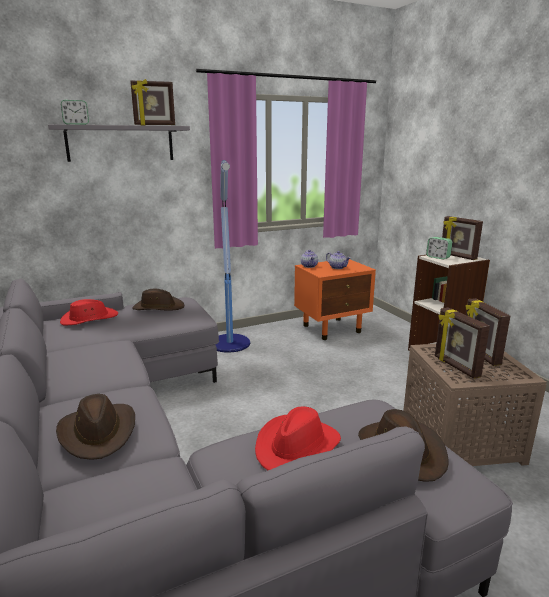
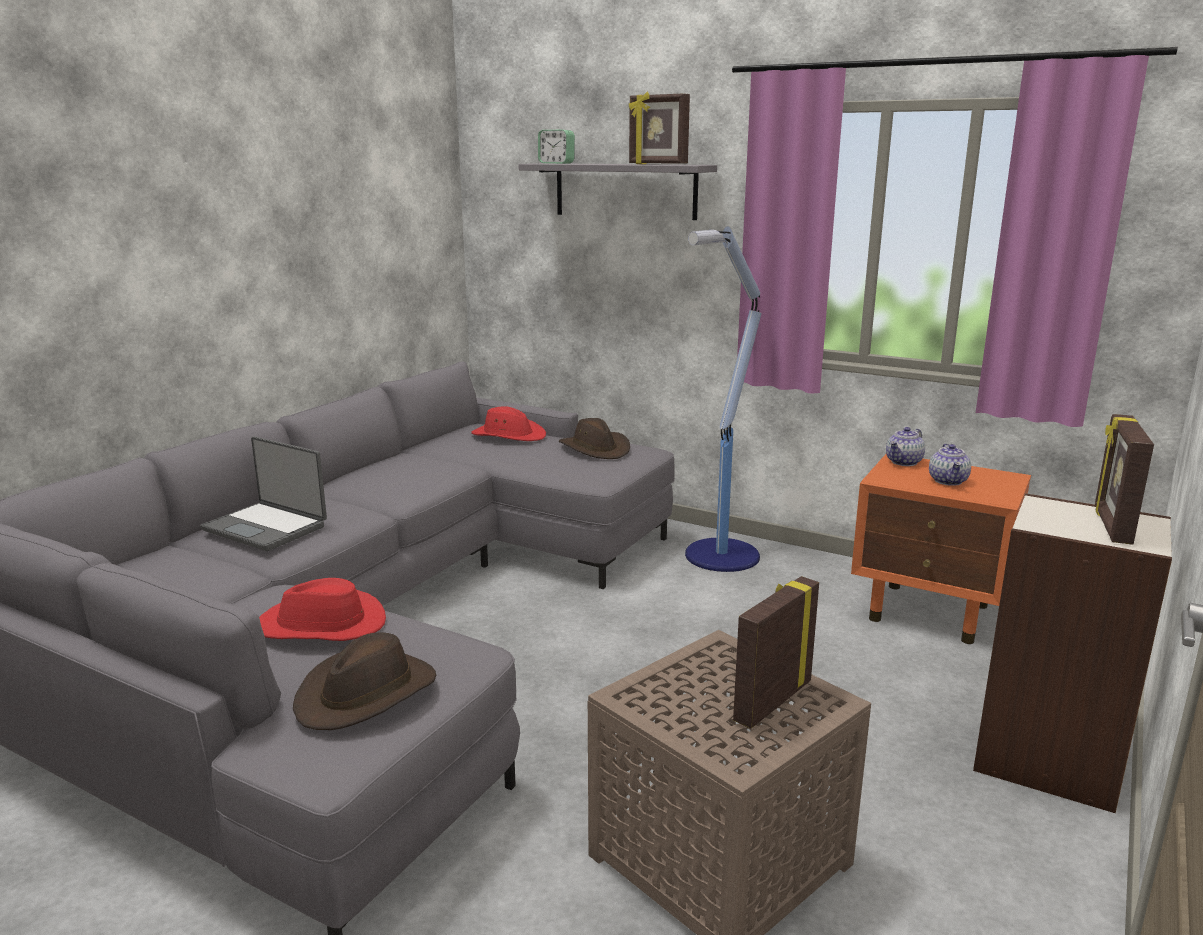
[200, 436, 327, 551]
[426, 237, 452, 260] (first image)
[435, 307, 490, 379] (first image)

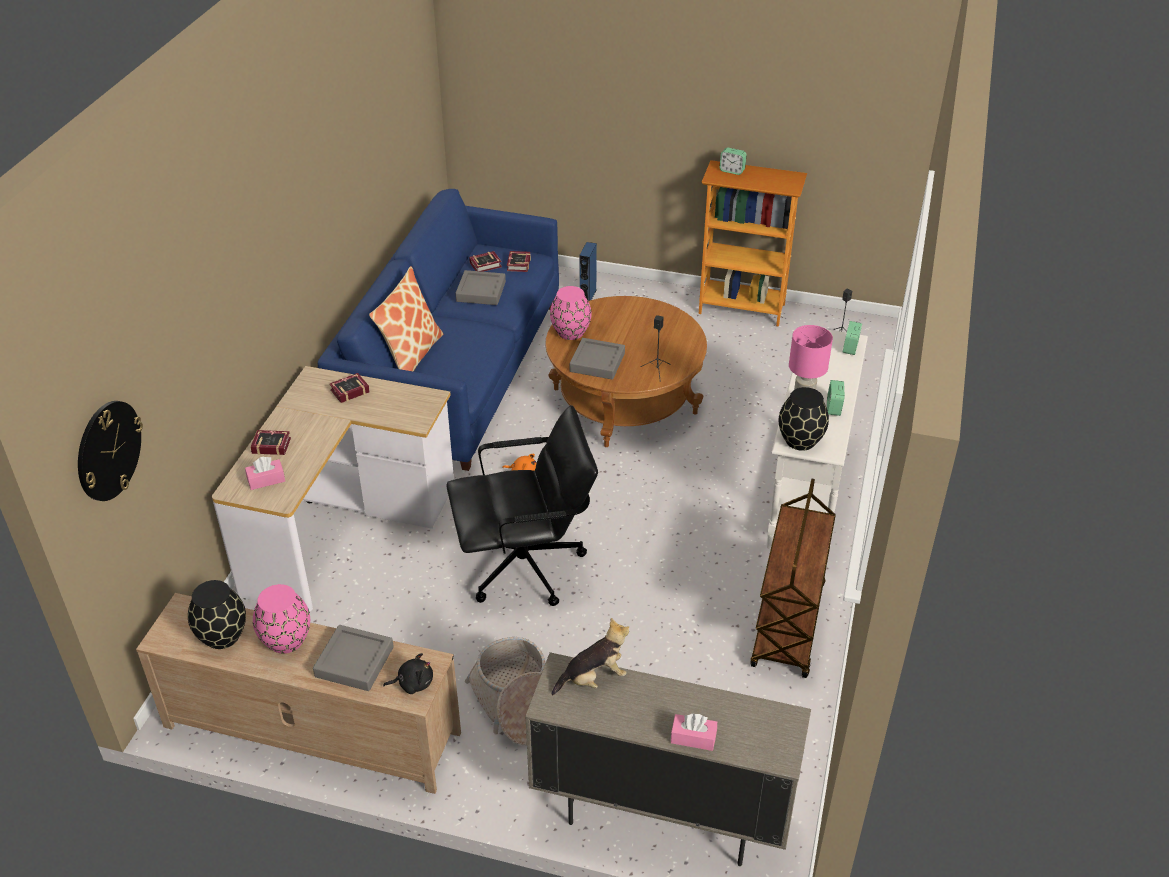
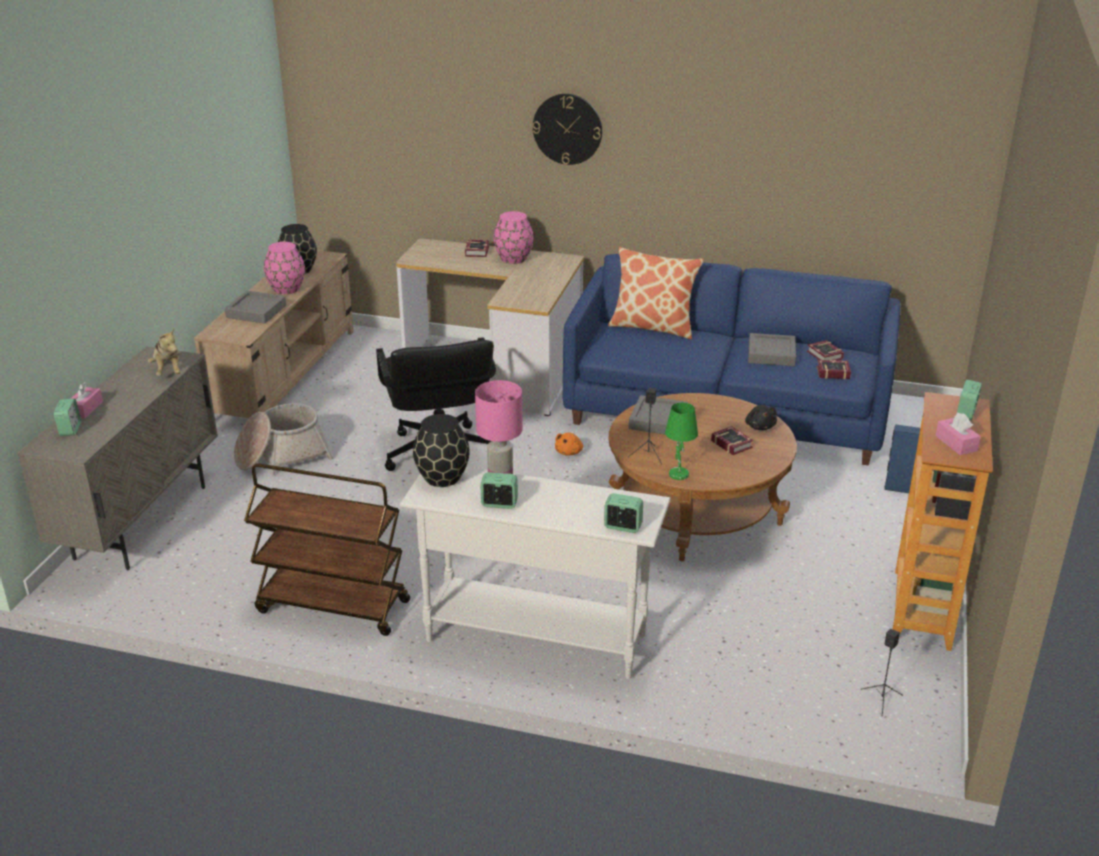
[54, 398, 81, 436]
[494, 211, 534, 264]
[533, 94, 602, 165]
[665, 403, 698, 480]
[711, 426, 753, 455]
[745, 405, 777, 430]
[936, 413, 981, 455]

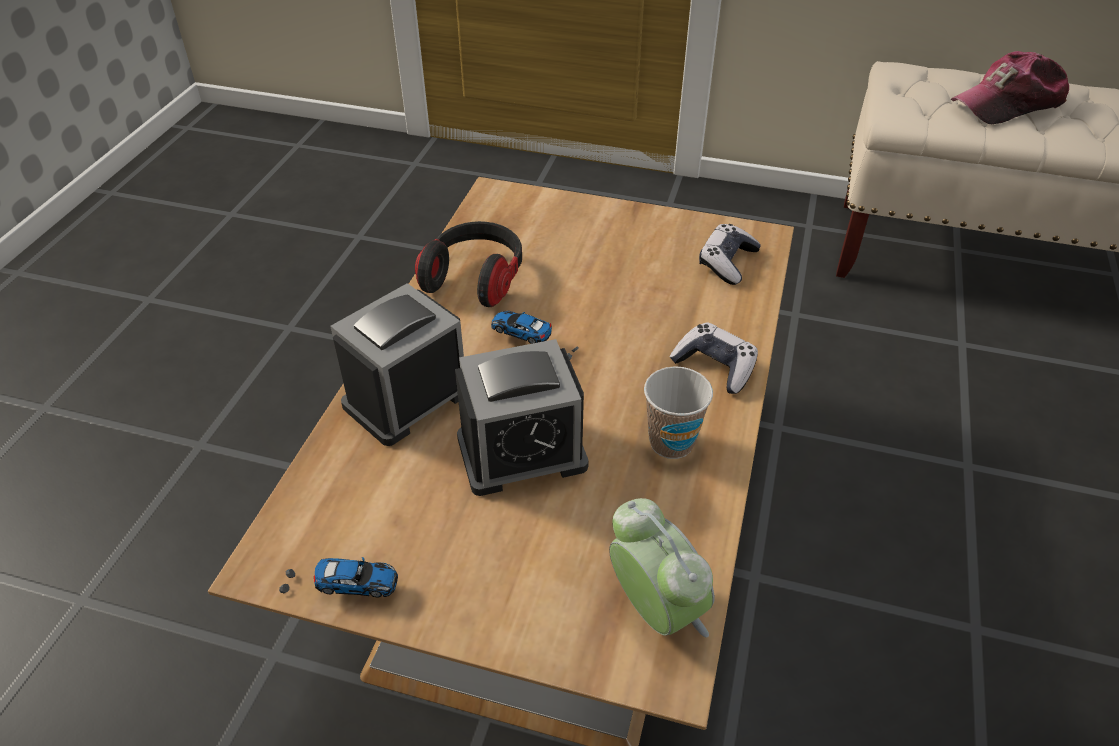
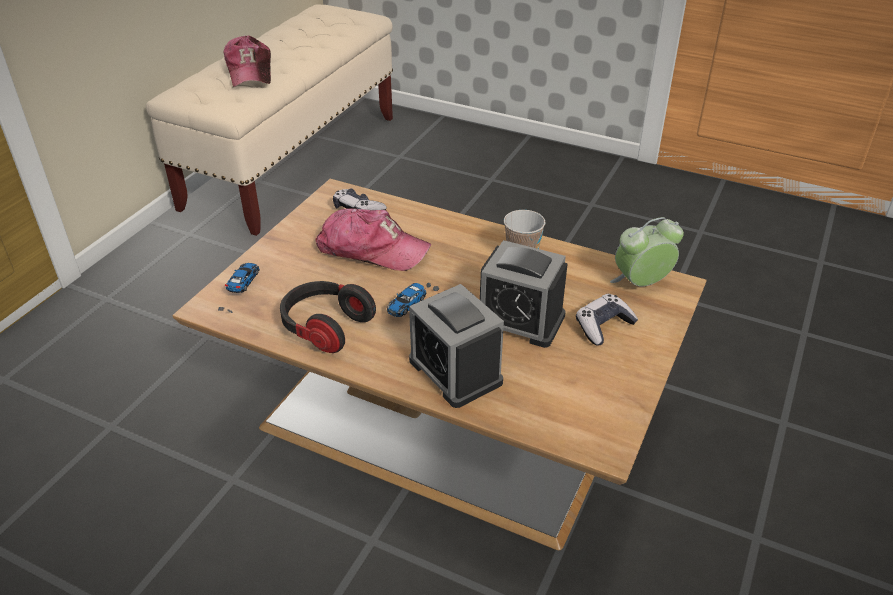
[218, 263, 260, 313]
[315, 208, 431, 271]
[480, 240, 568, 348]
[576, 294, 638, 346]

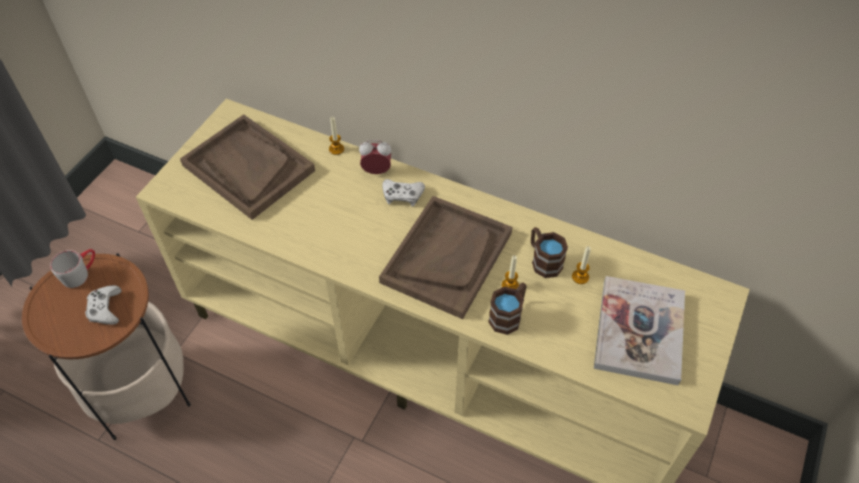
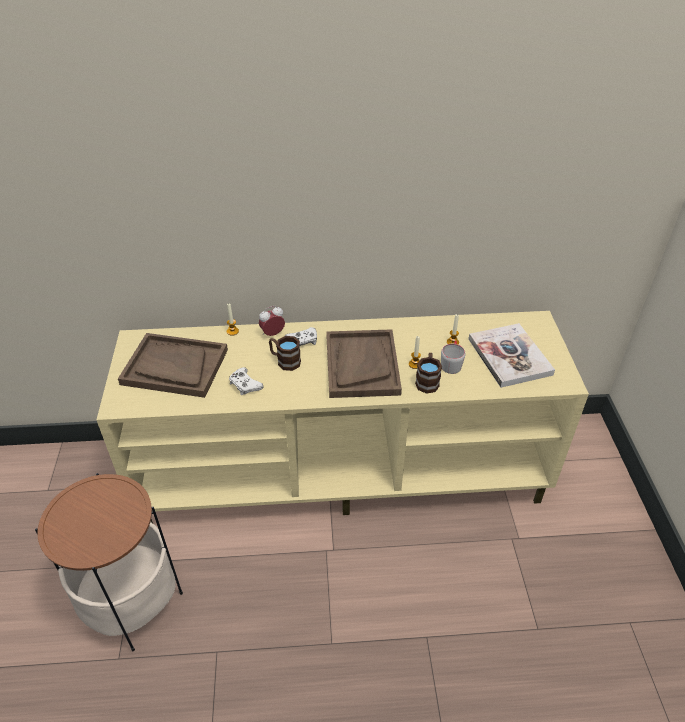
[229, 367, 264, 395]
[269, 336, 301, 371]
[441, 341, 465, 374]

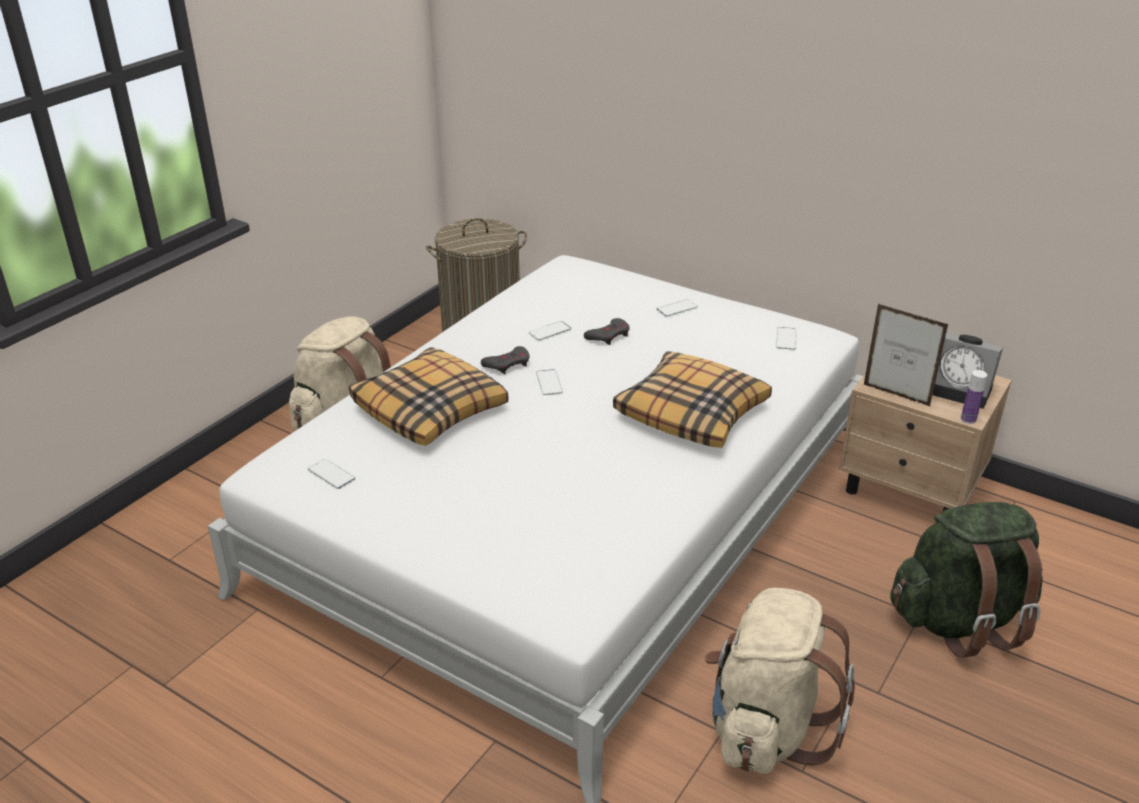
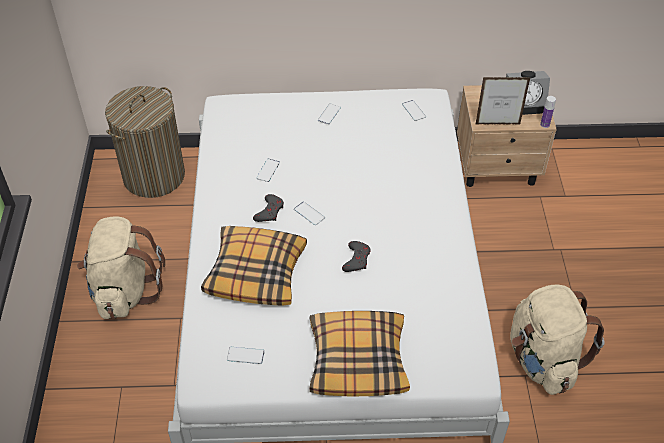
[309, 311, 410, 396]
[342, 241, 370, 272]
[890, 502, 1043, 658] (first image)

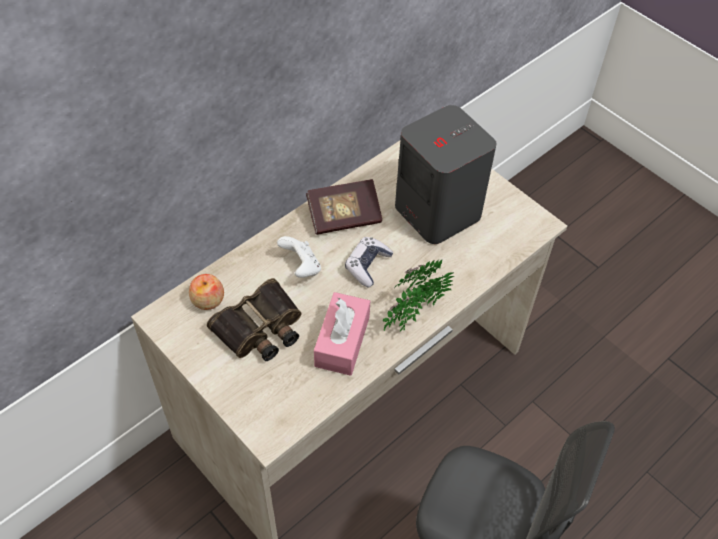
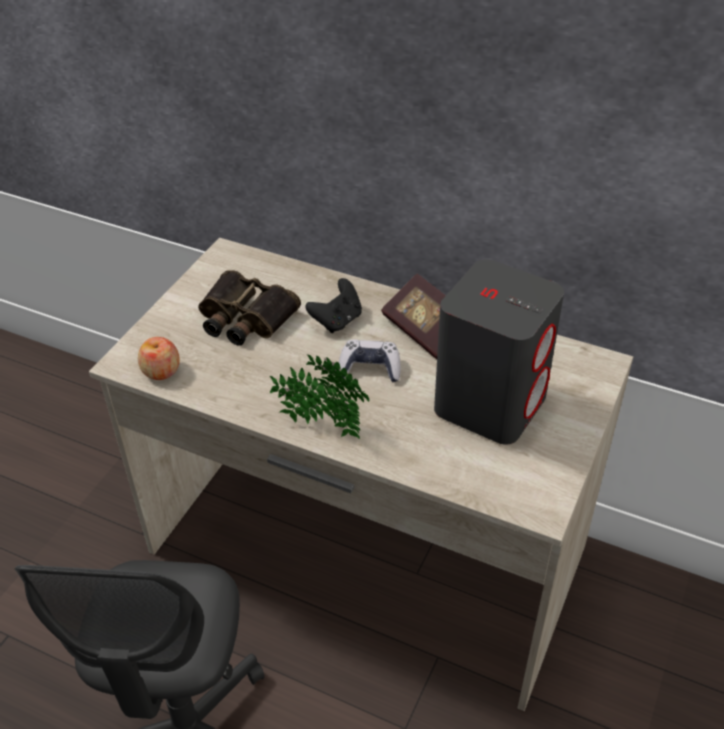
[138, 337, 180, 380]
[305, 278, 362, 333]
[314, 292, 370, 376] (first image)

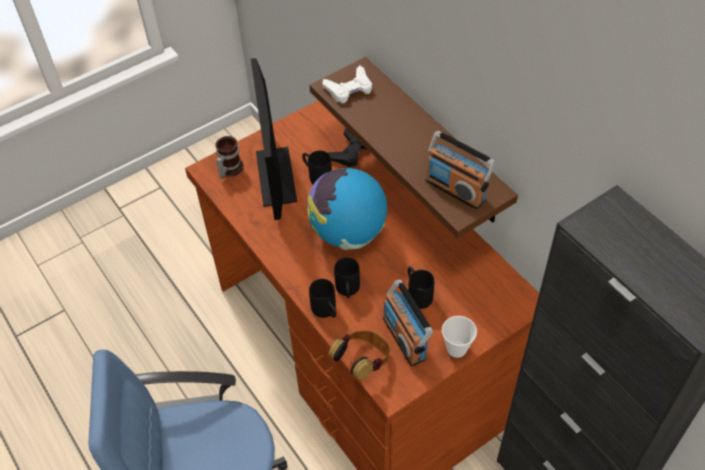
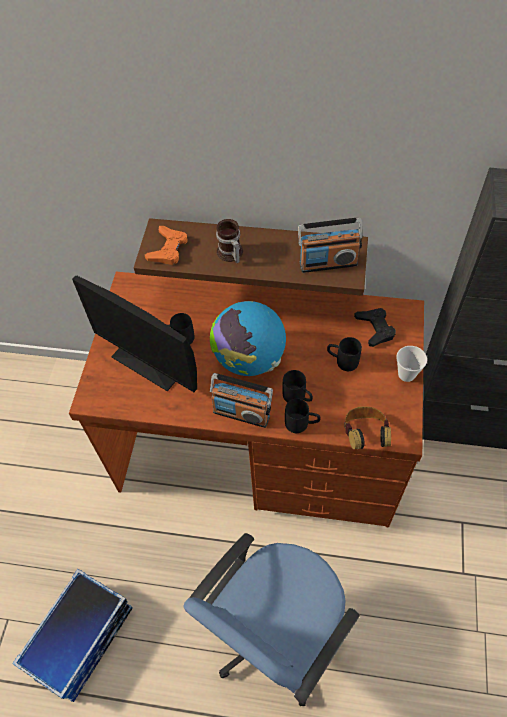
[12, 569, 133, 702]
[145, 226, 188, 265]
[210, 373, 273, 428]
[216, 219, 243, 263]
[354, 308, 396, 347]

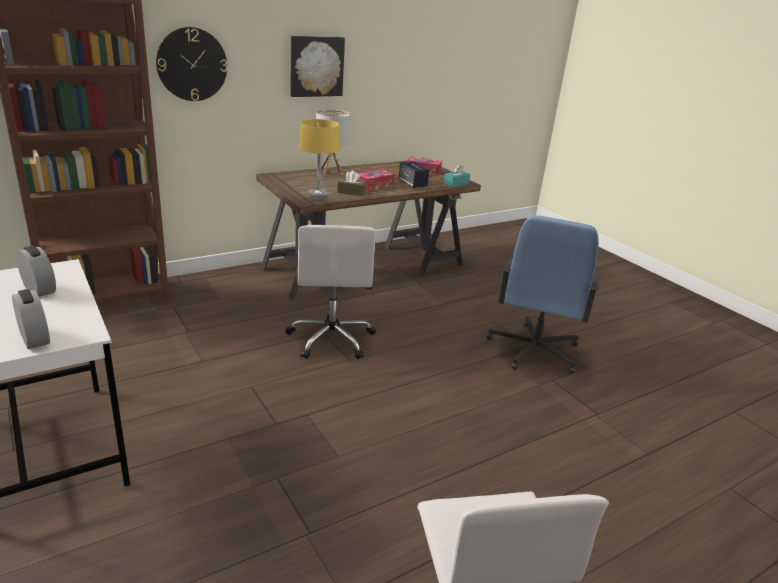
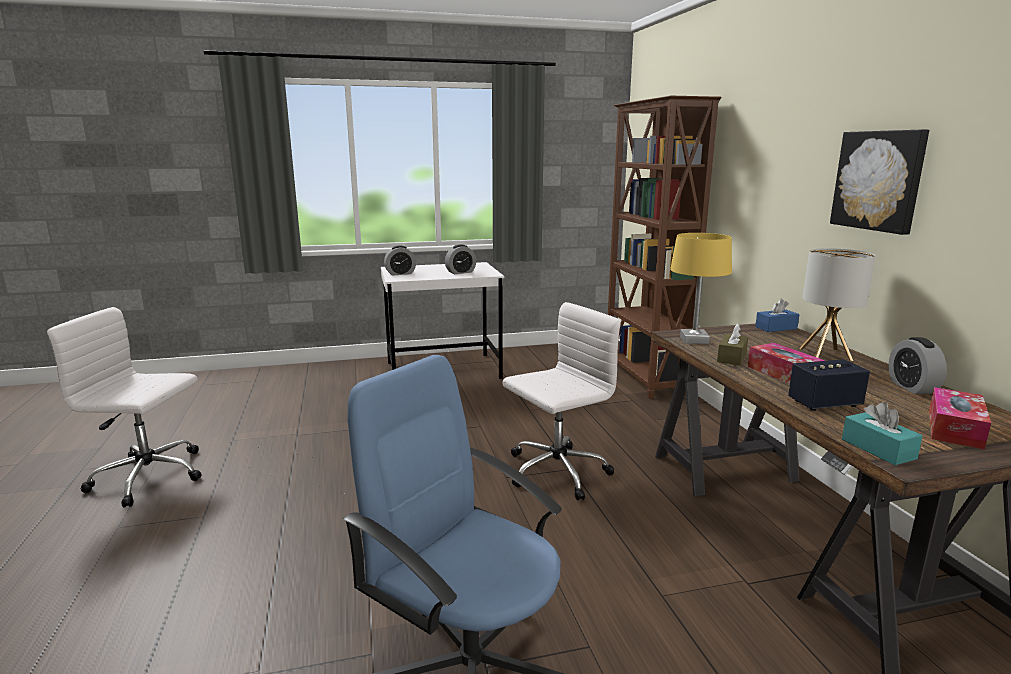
[502, 302, 621, 500]
[755, 299, 799, 332]
[888, 337, 947, 394]
[156, 27, 228, 101] (first image)

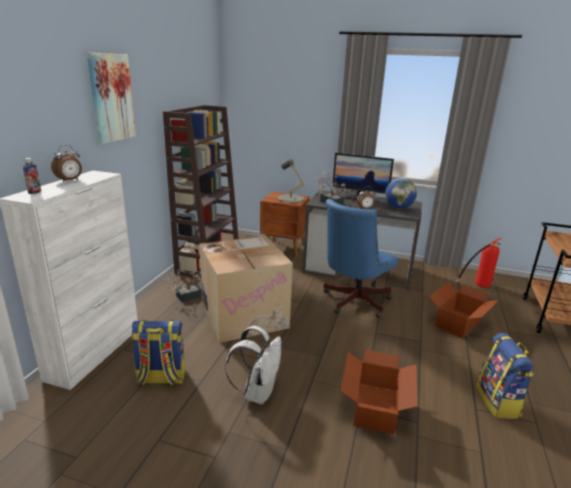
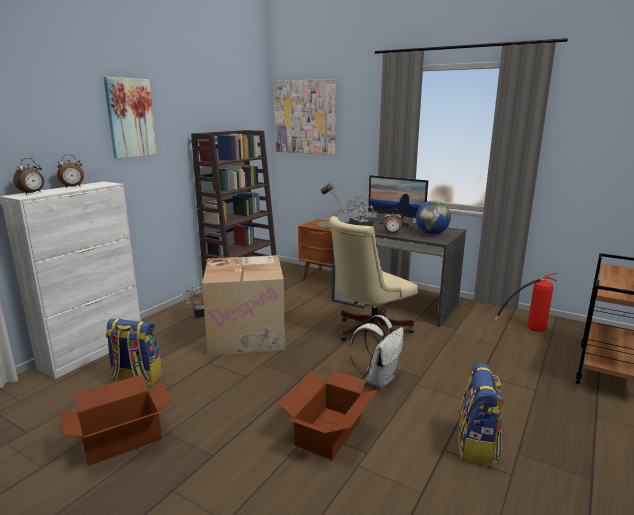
[13, 158, 44, 194]
[60, 374, 172, 466]
[274, 79, 336, 155]
[329, 216, 418, 341]
[349, 315, 404, 388]

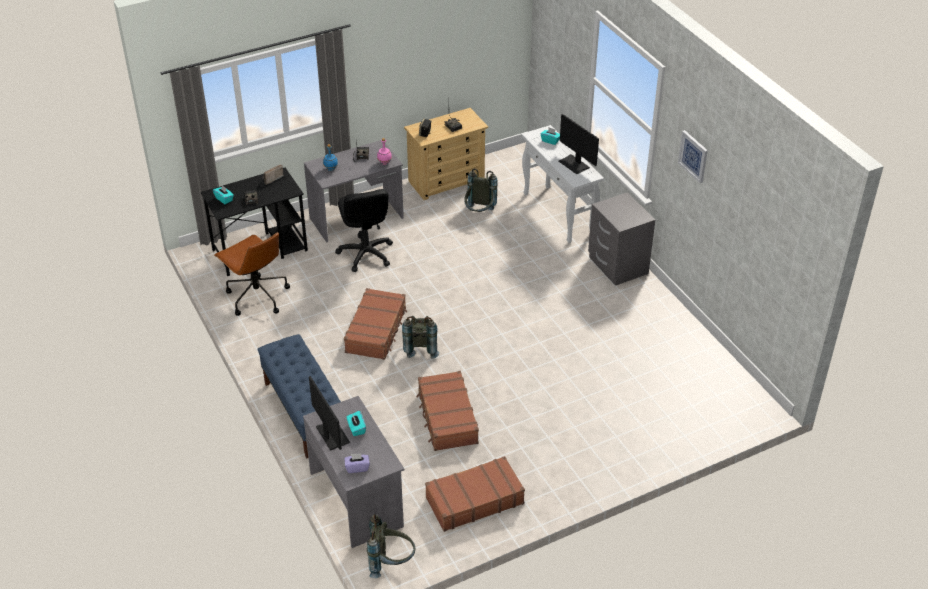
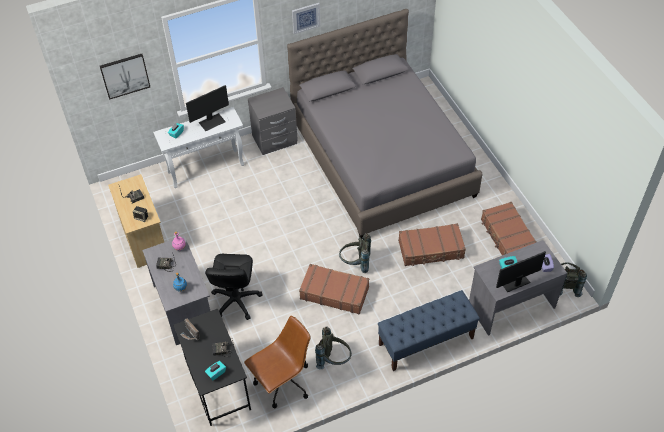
[100, 54, 150, 99]
[205, 254, 263, 320]
[287, 9, 483, 239]
[315, 326, 352, 369]

